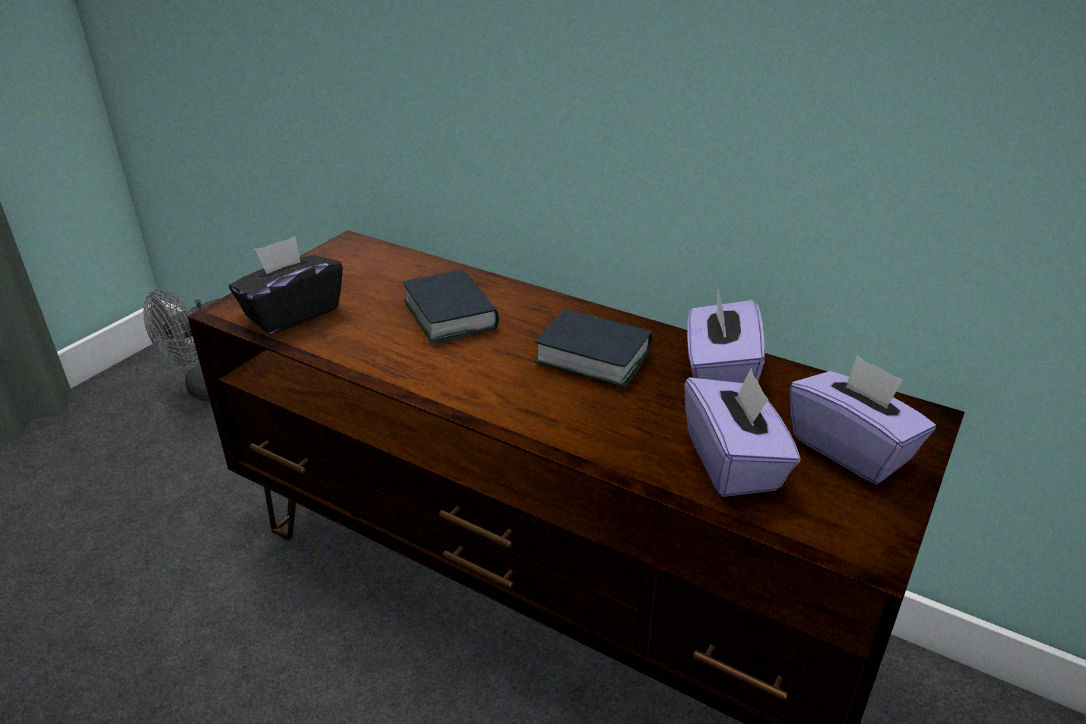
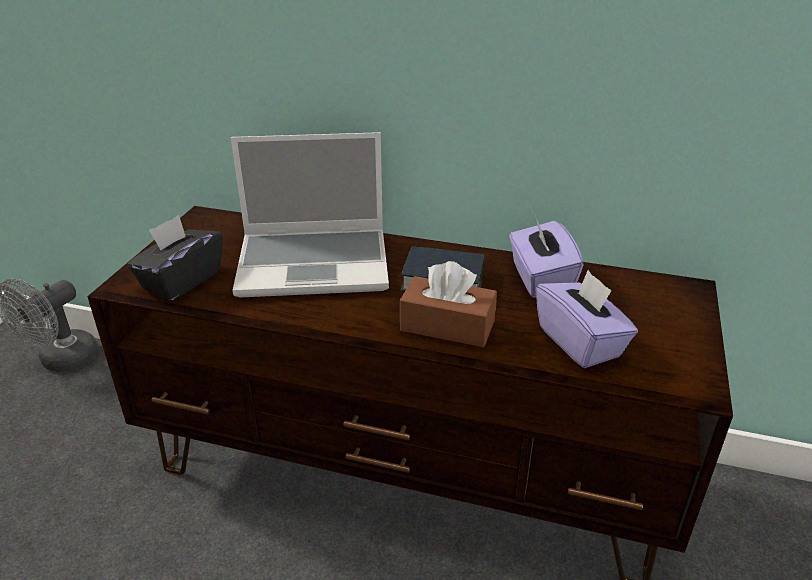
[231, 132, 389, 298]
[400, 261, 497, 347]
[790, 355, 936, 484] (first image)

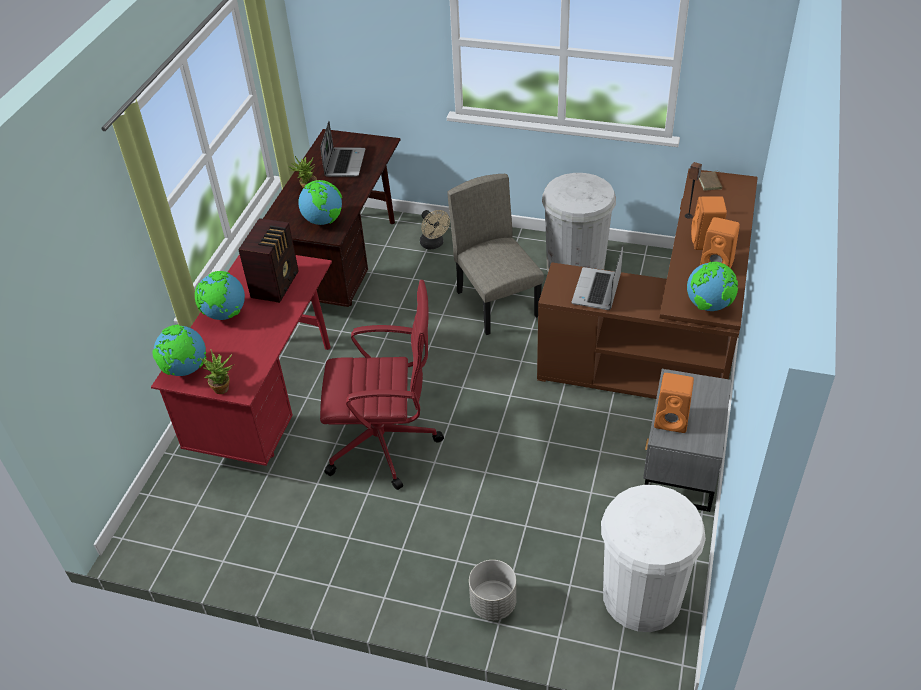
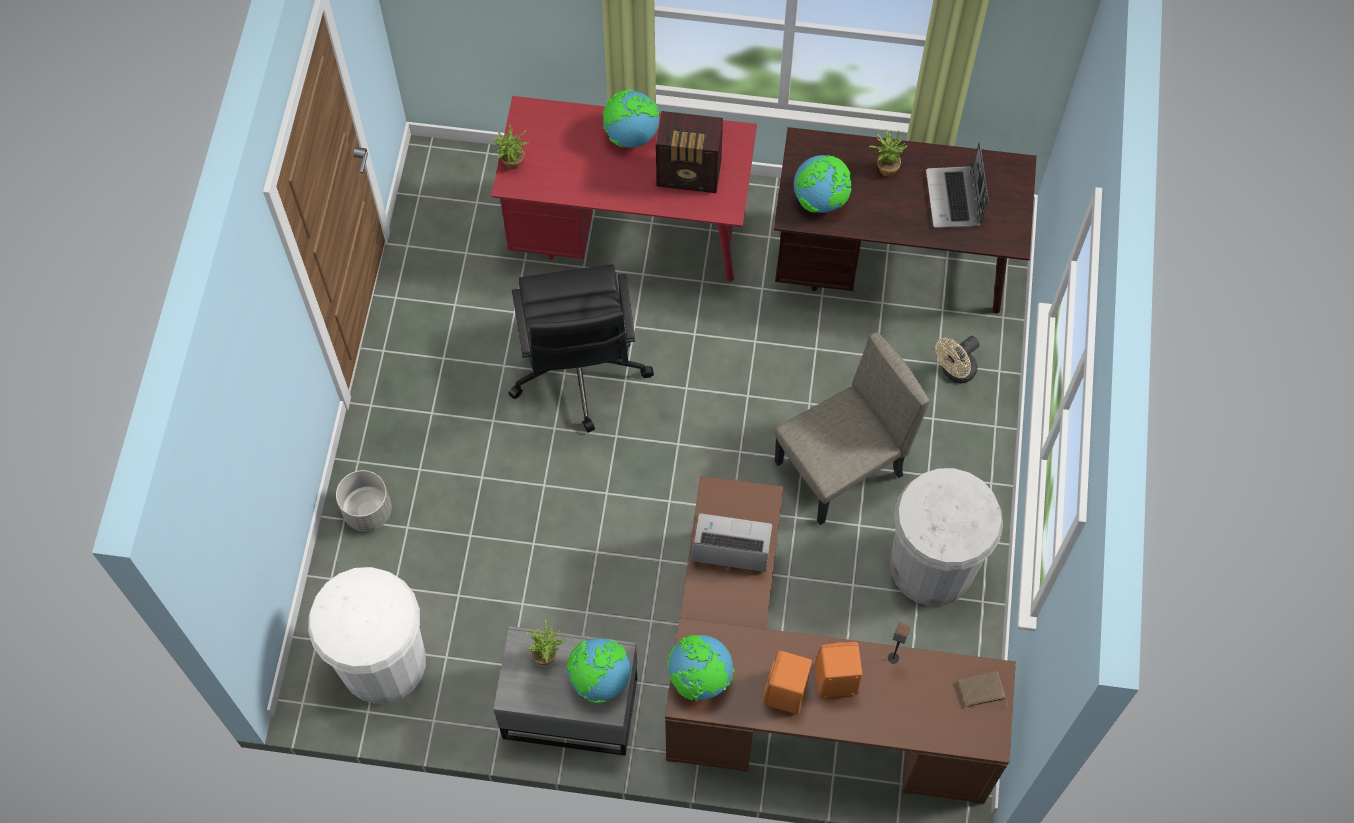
[508, 265, 654, 433]
[524, 619, 567, 665]
[567, 638, 630, 703]
[926, 142, 988, 228]

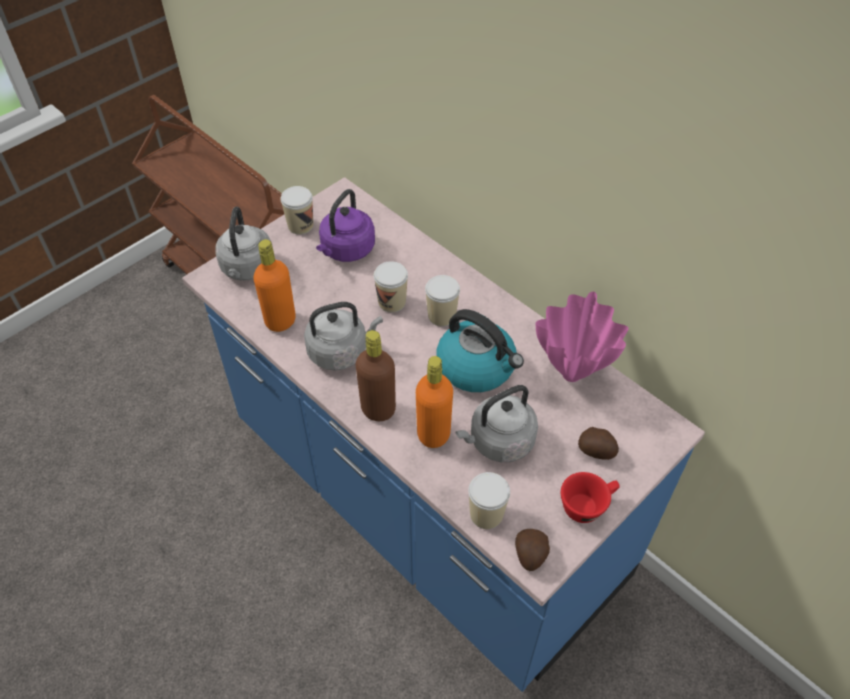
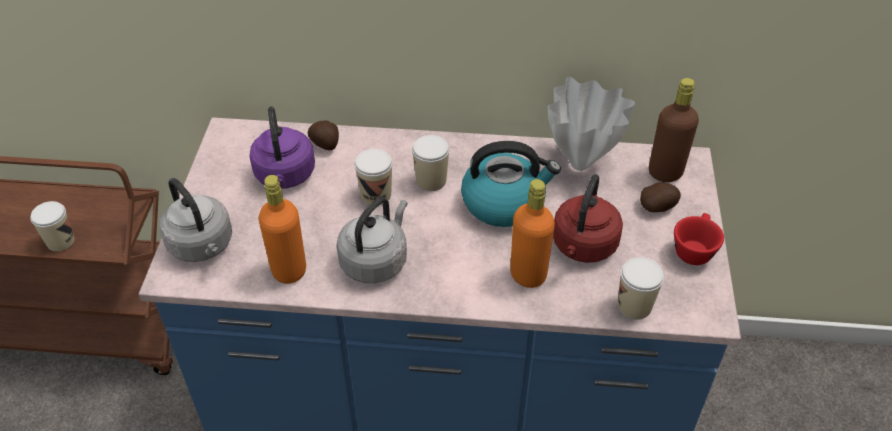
[30, 201, 75, 251]
[308, 120, 339, 150]
[548, 77, 635, 171]
[553, 174, 623, 263]
[649, 78, 699, 182]

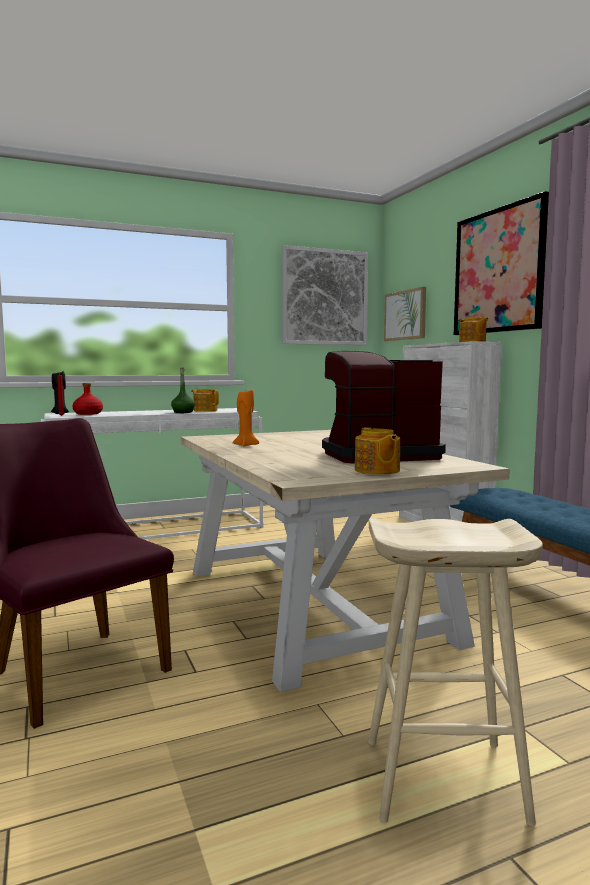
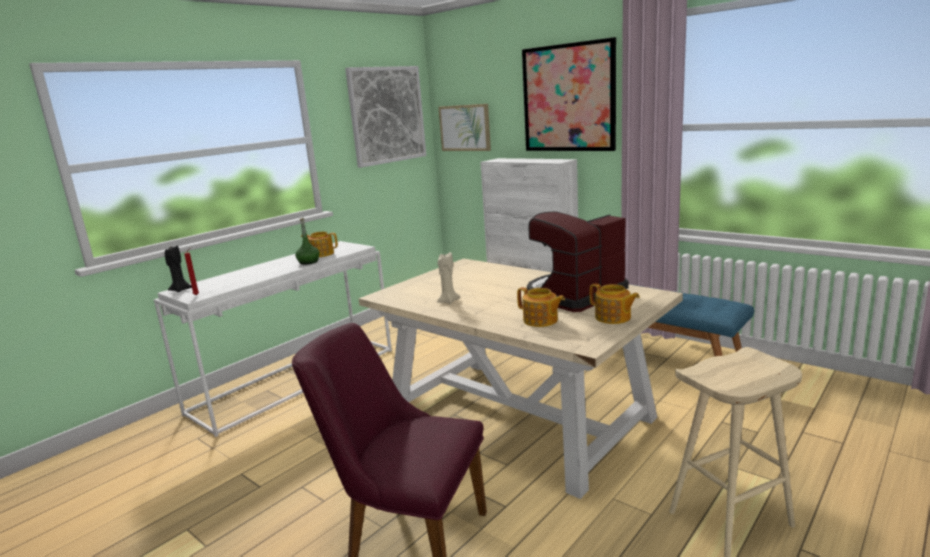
[437, 252, 461, 304]
[517, 287, 565, 327]
[72, 383, 103, 415] (first image)

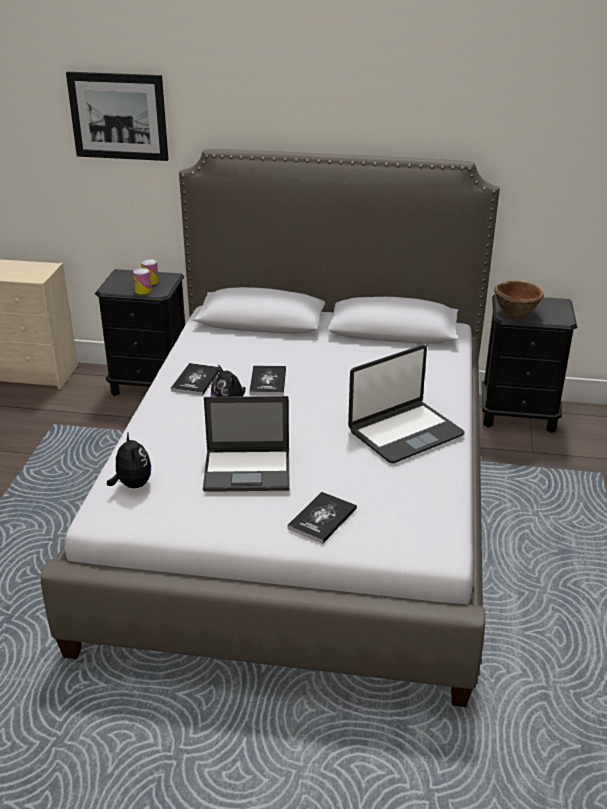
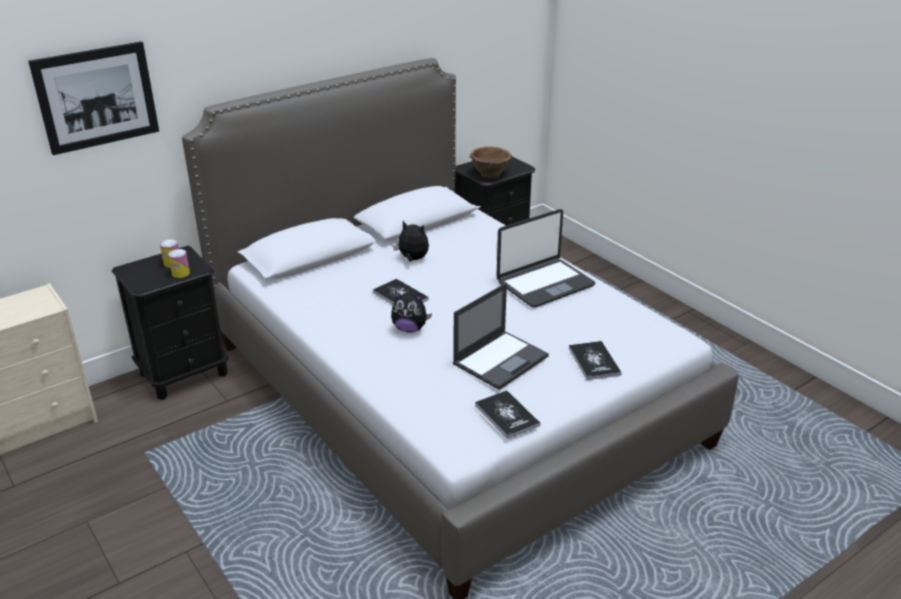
[393, 221, 429, 262]
[475, 390, 540, 439]
[496, 209, 595, 307]

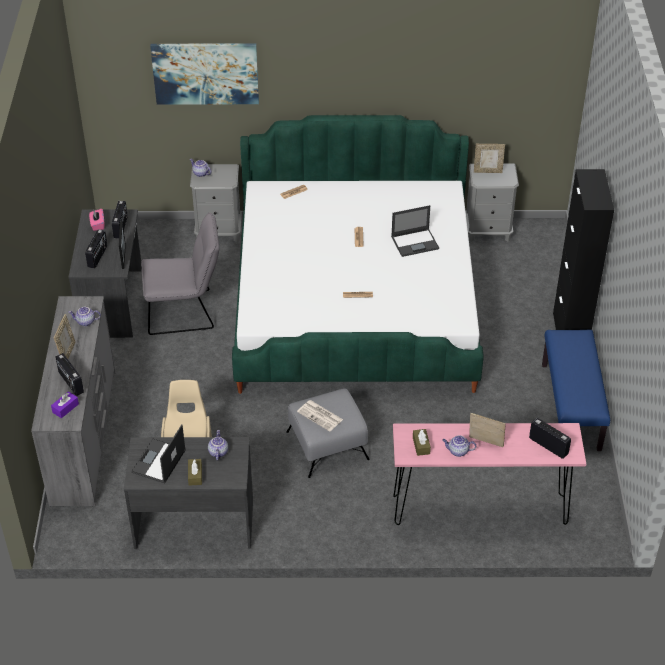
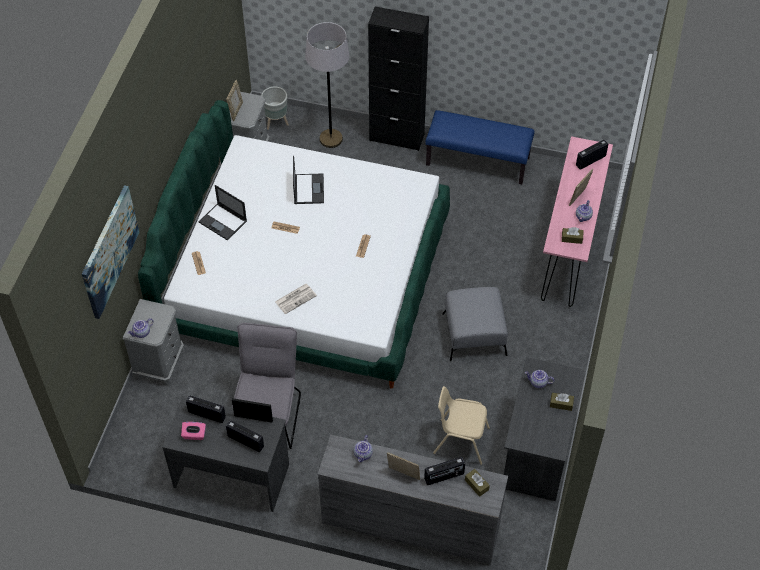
[199, 185, 247, 241]
[261, 87, 289, 130]
[275, 284, 317, 314]
[305, 22, 350, 148]
[465, 469, 490, 497]

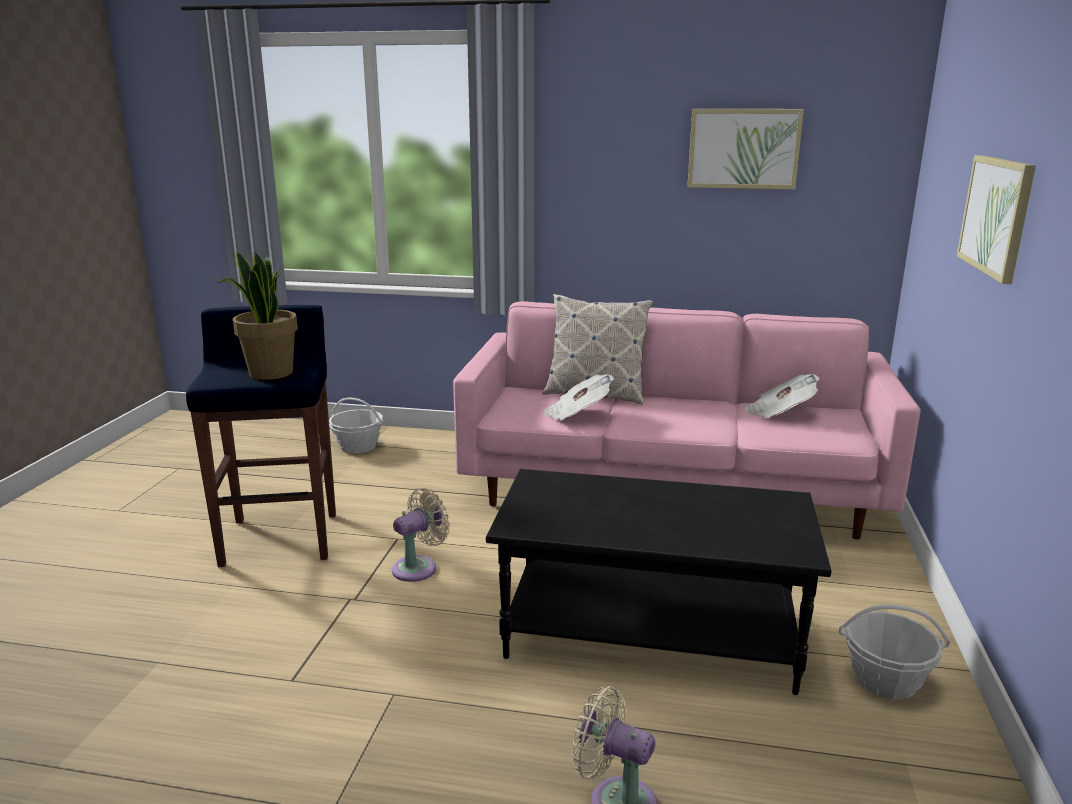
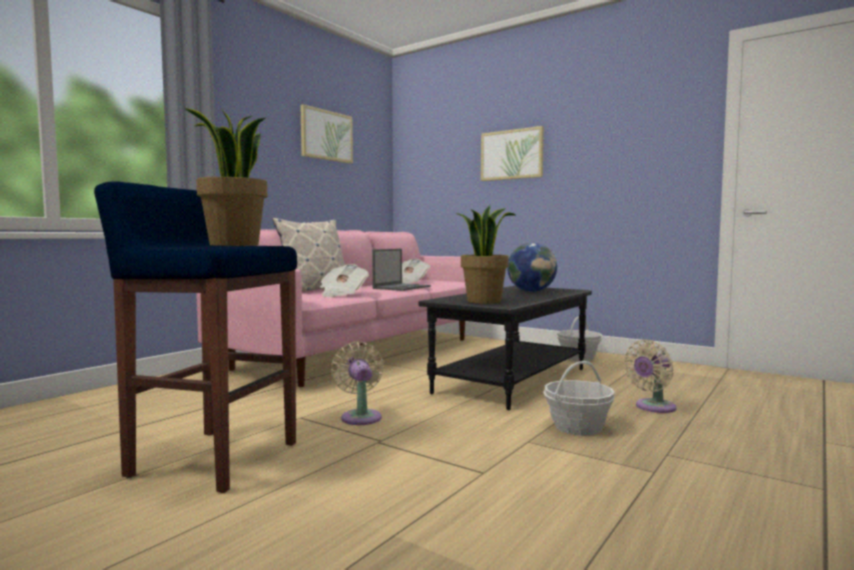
[372, 249, 431, 291]
[456, 206, 516, 304]
[507, 243, 557, 292]
[543, 361, 615, 436]

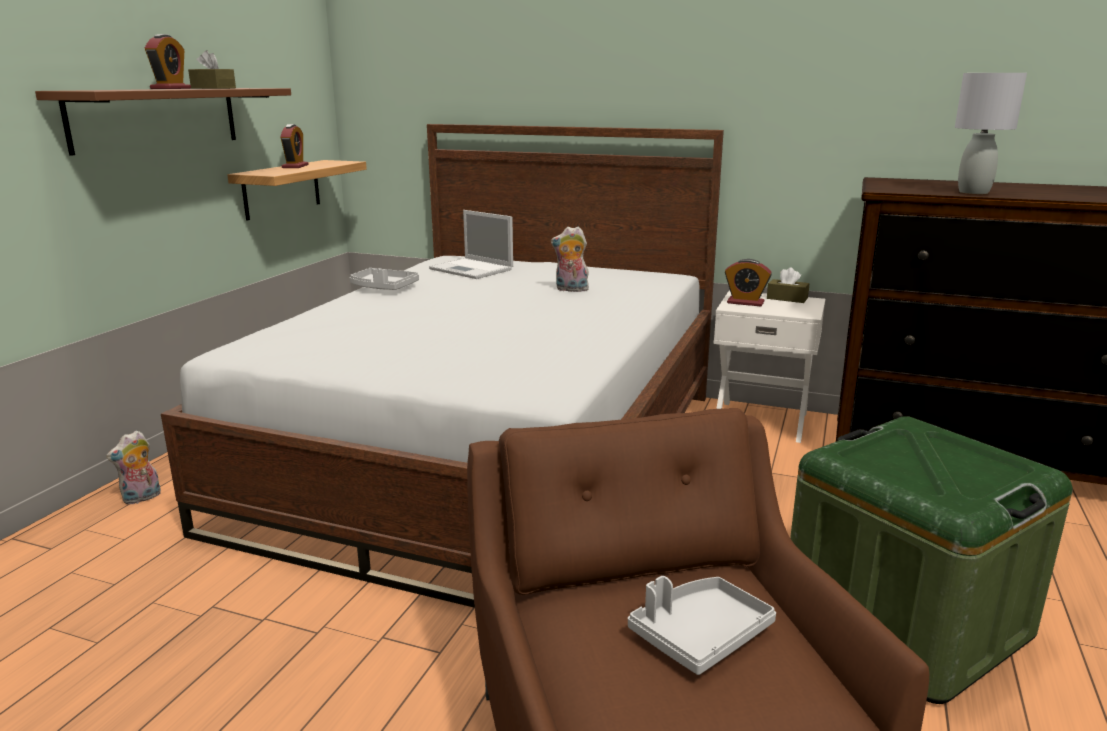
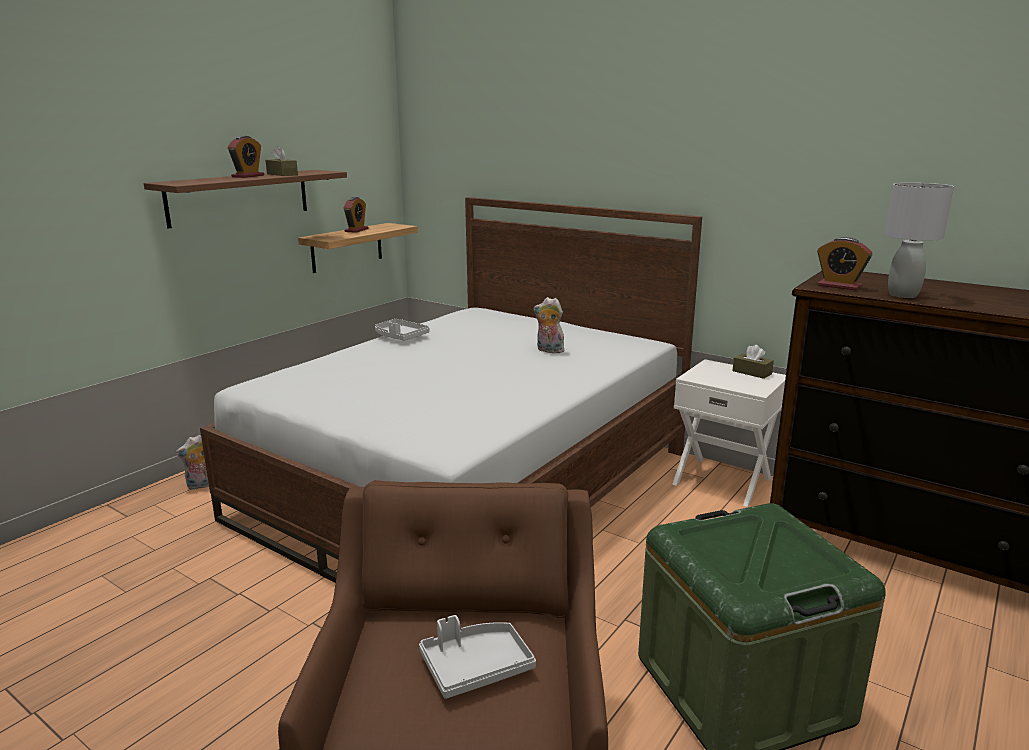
[817, 237, 872, 290]
[429, 210, 513, 279] (first image)

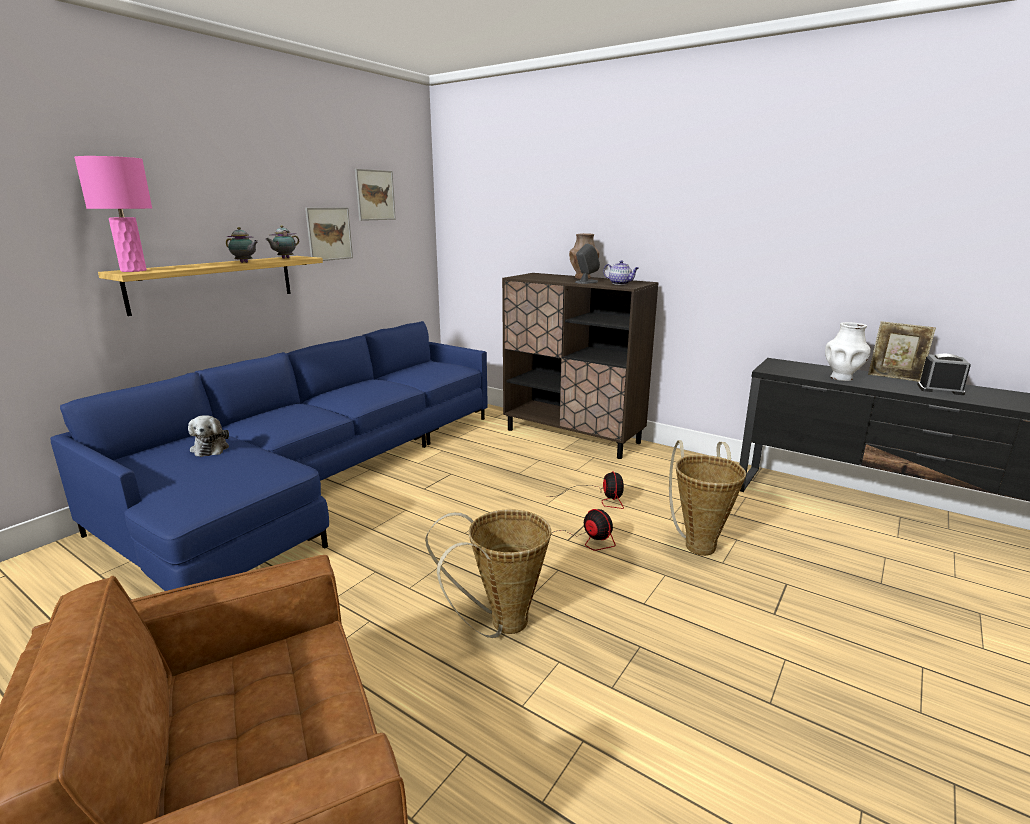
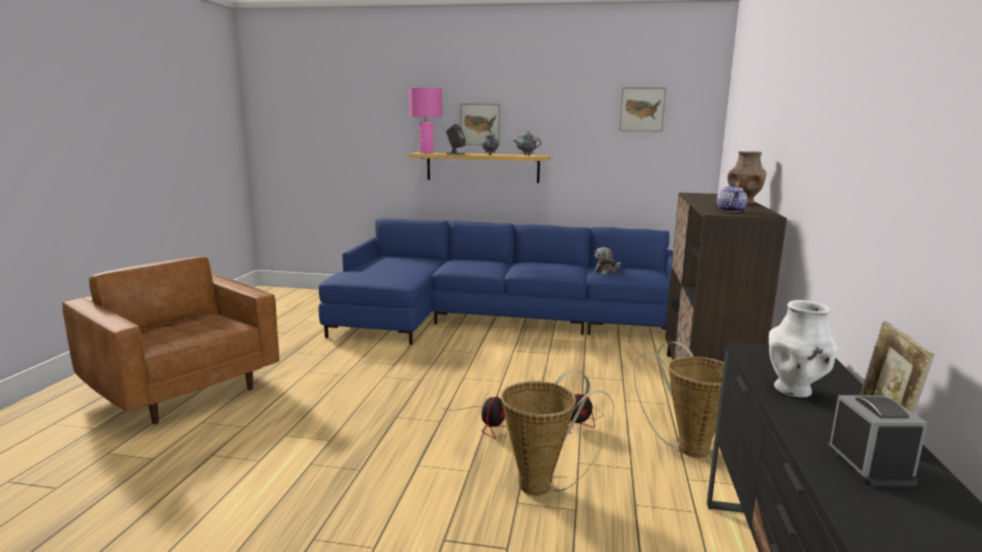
[446, 124, 466, 155]
[460, 103, 500, 146]
[595, 247, 621, 274]
[634, 342, 724, 458]

